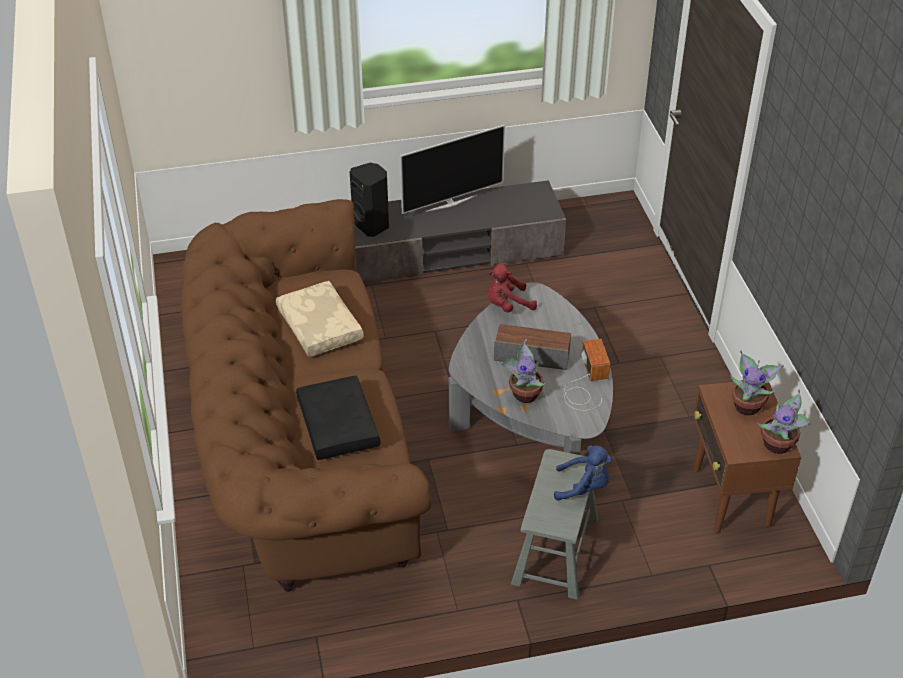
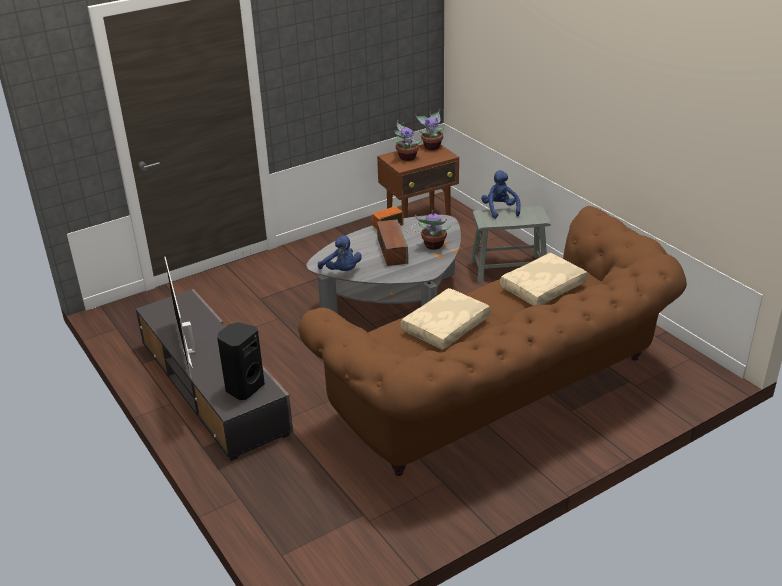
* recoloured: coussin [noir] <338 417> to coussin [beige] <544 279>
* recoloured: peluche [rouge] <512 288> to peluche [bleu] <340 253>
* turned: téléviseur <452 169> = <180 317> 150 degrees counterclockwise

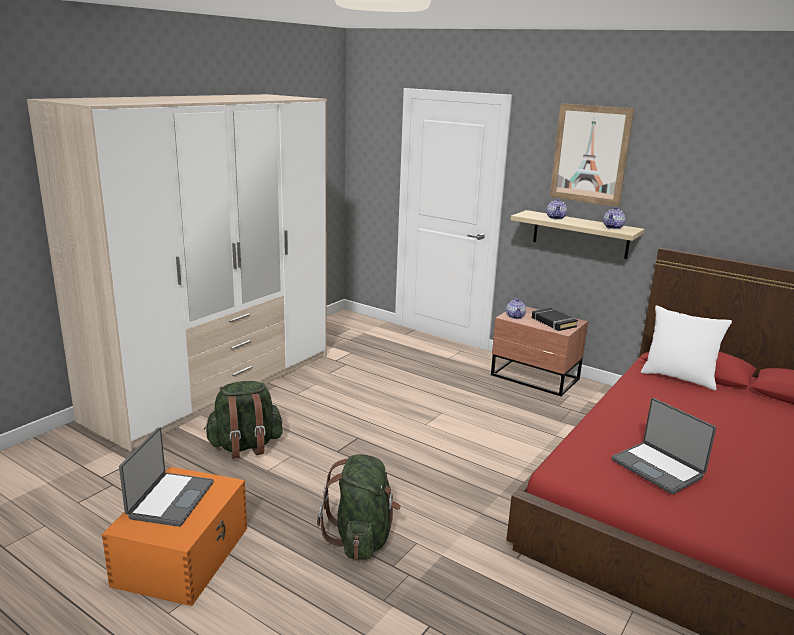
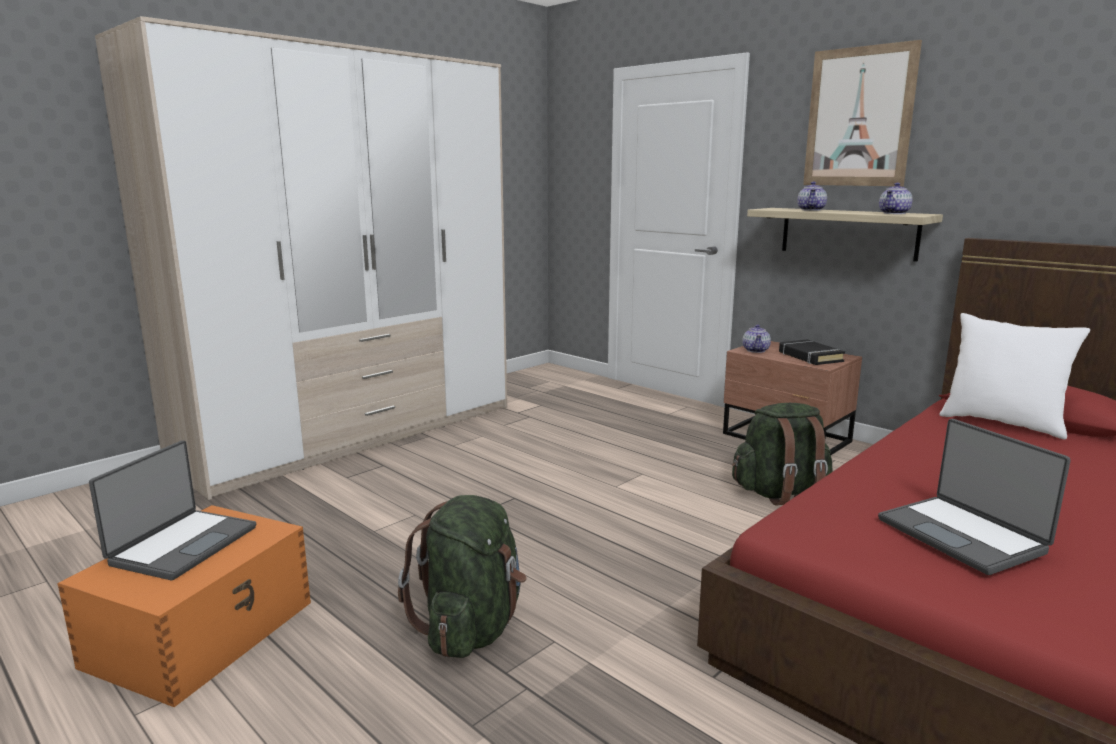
* moved: sac à dos [vert] <243 420> to <782 454>

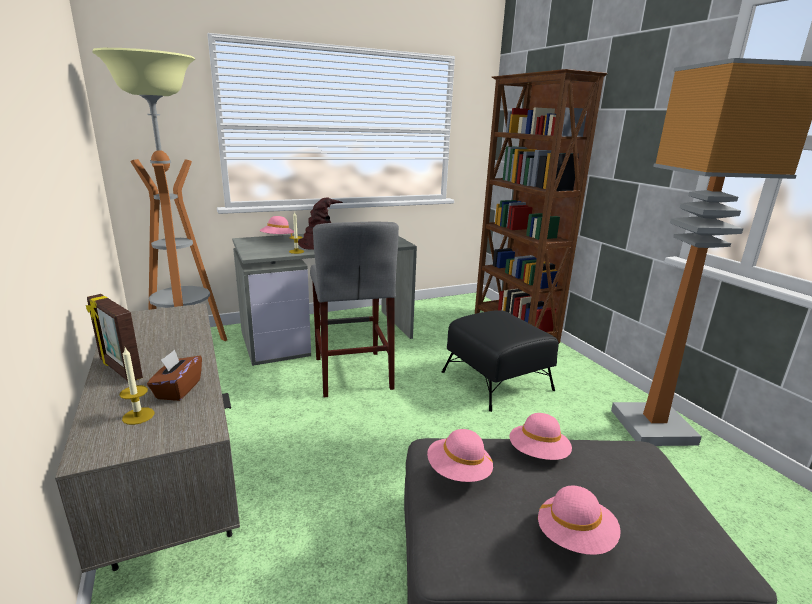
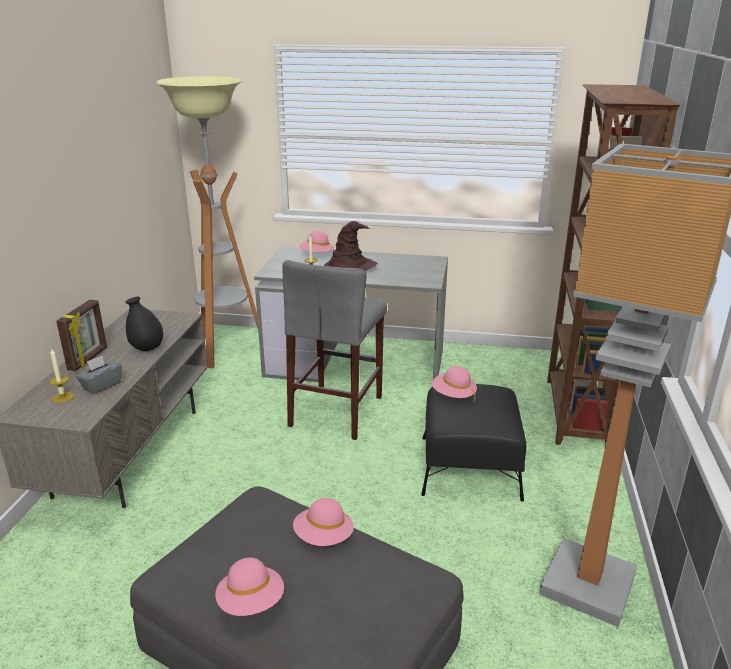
* added: vase [noir] <144 324>
* moved: chapeau [rose] <460 455> to <454 384>
* recoloured: boîte à mouchoirs [marron] <174 375> to boîte à mouchoirs [gris] <99 375>
* turned: cadre photo <114 337> = <81 335> 150 degrees counterclockwise

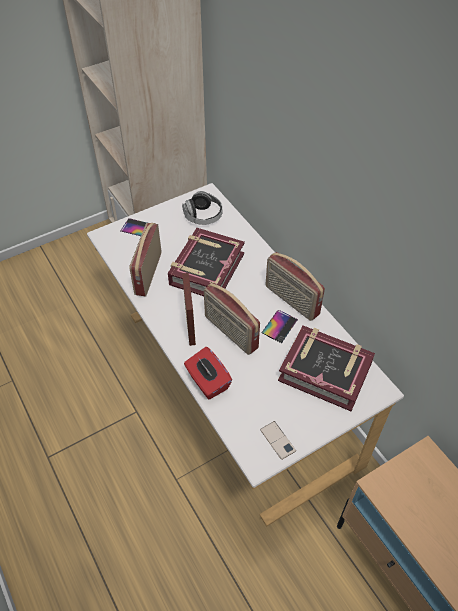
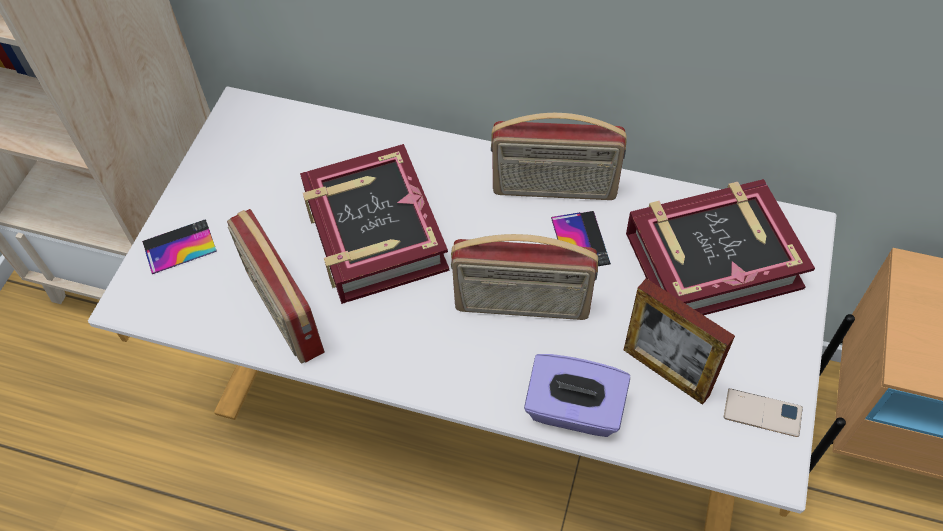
* removed: casque audio <202 208>
* moved: cadre photo <189 309> to <679 341>
* recoloured: boîte à mouchoirs [rouge] <208 373> to boîte à mouchoirs [violet] <577 395>

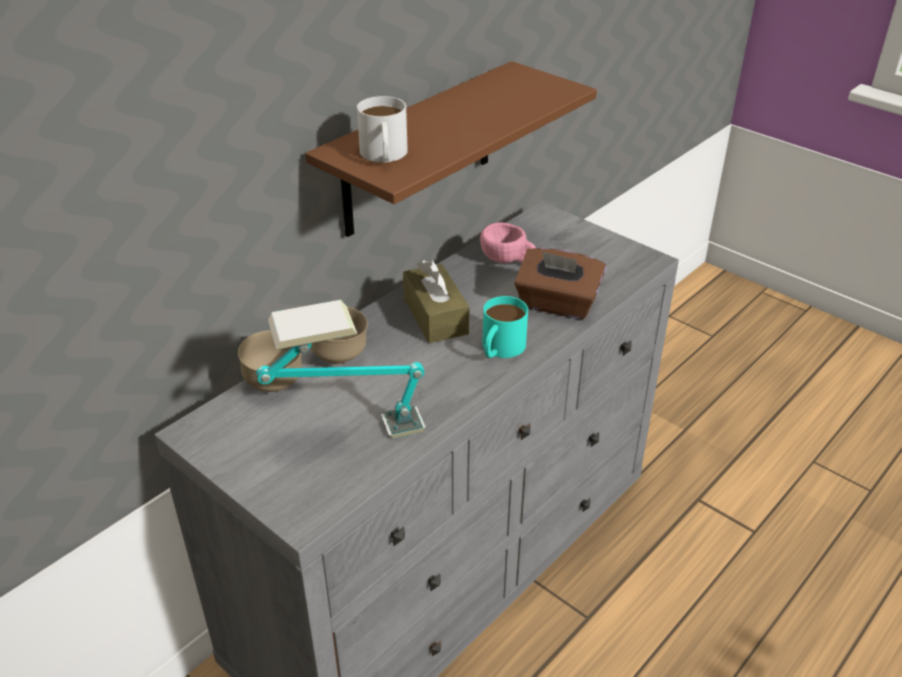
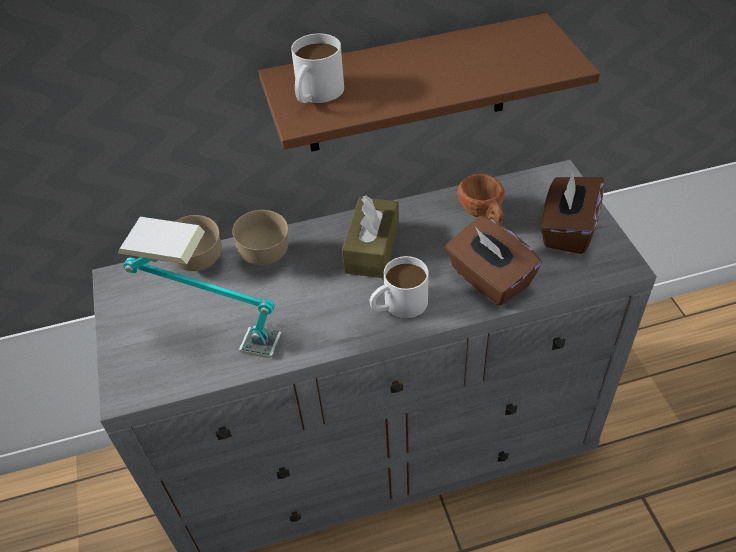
* added: boîte à mouchoirs [marron] <572 212>
* recoloured: tasse [rose] <508 242> to tasse [marron] <481 199>
* recoloured: mug [turquoise] <505 327> to mug [blanc] <399 287>

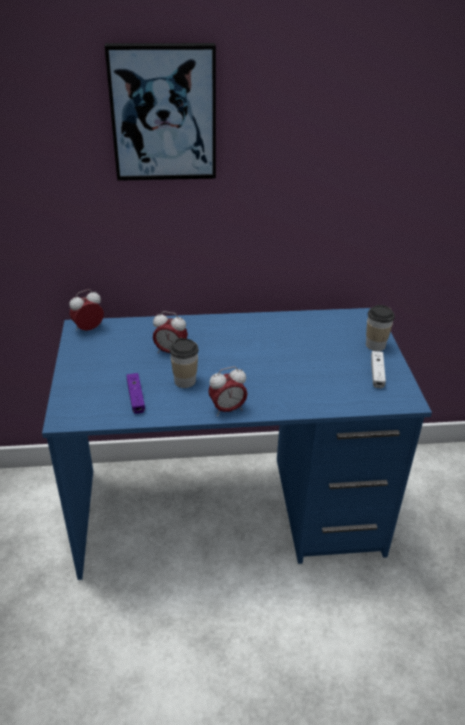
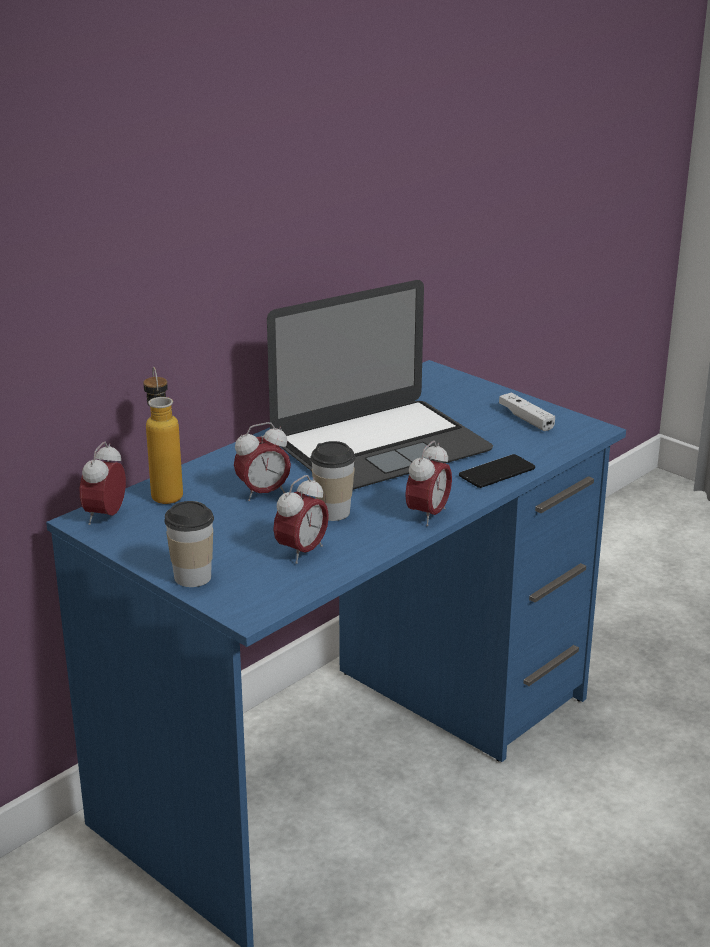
* removed: tableau <160 112>
* added: bouteille <163 435>
* added: ordinateur portable <380 385>
* added: téléphone <497 471>
* moved: tasse <380 328> to <189 544>
* replaced: manette [violet] <136 393> to réveil <301 519>

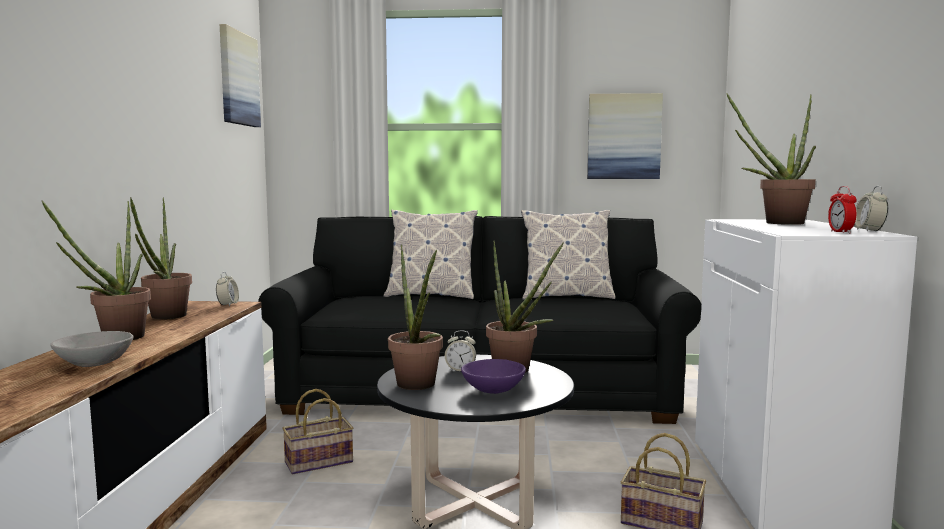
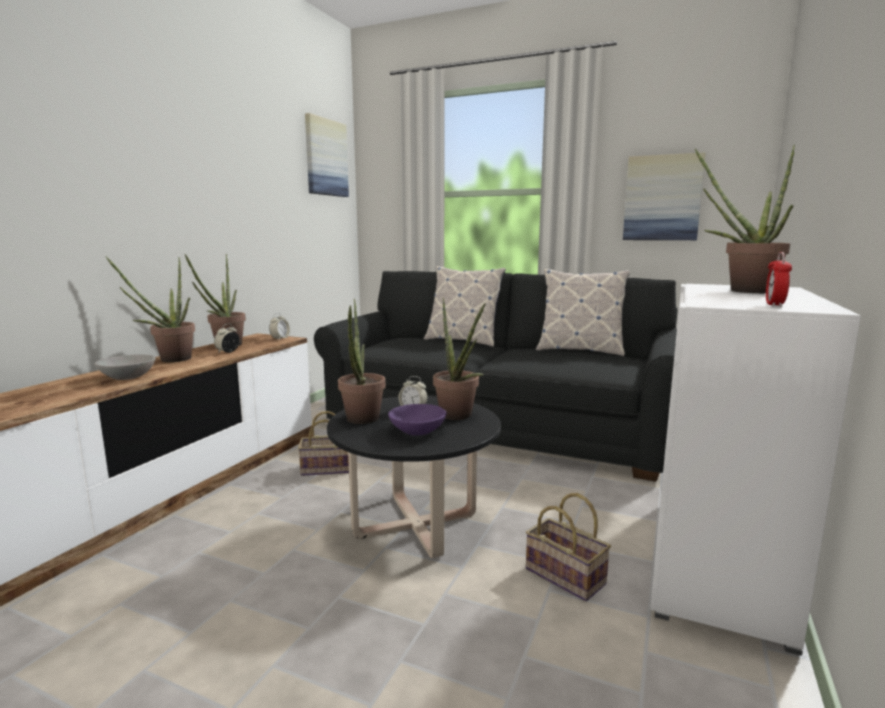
* moved: réveil <871 208> to <227 338>

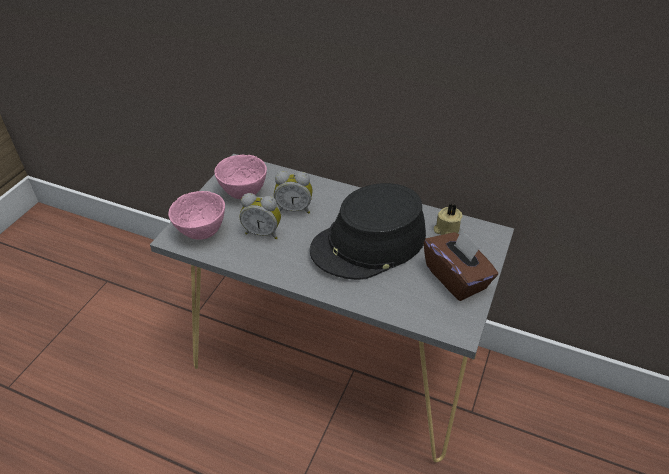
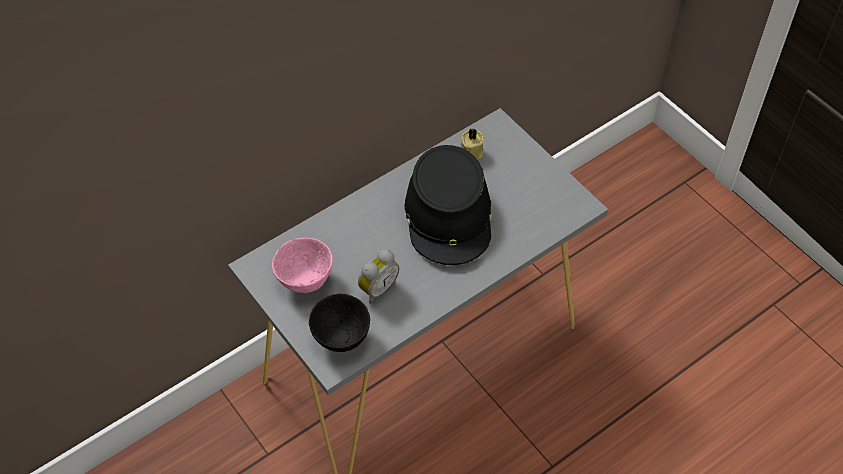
* removed: réveil <293 192>
* removed: boîte à mouchoirs [marron] <461 265>
* recoloured: bol [rose] <196 215> to bol [noir] <339 323>

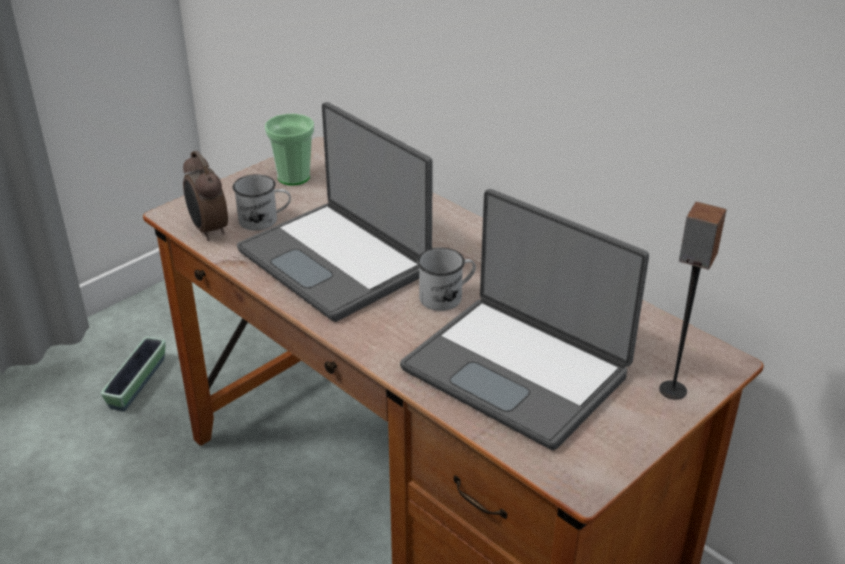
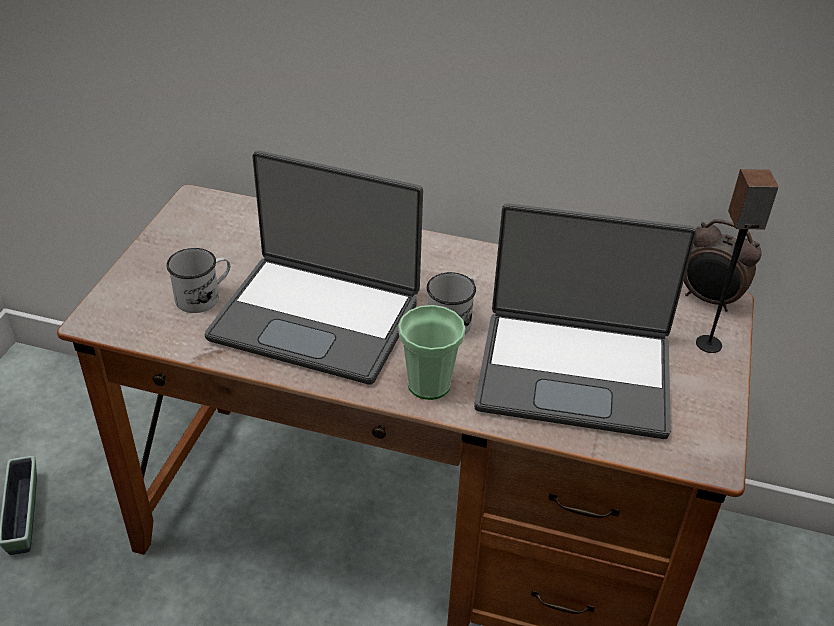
* moved: réveil <205 196> to <723 265>
* moved: tasse <289 150> to <431 352>

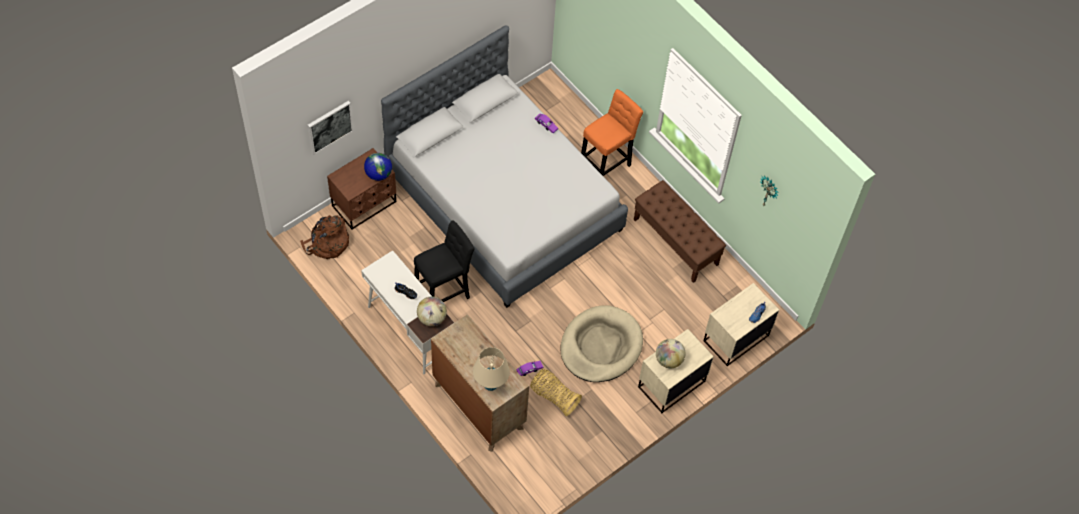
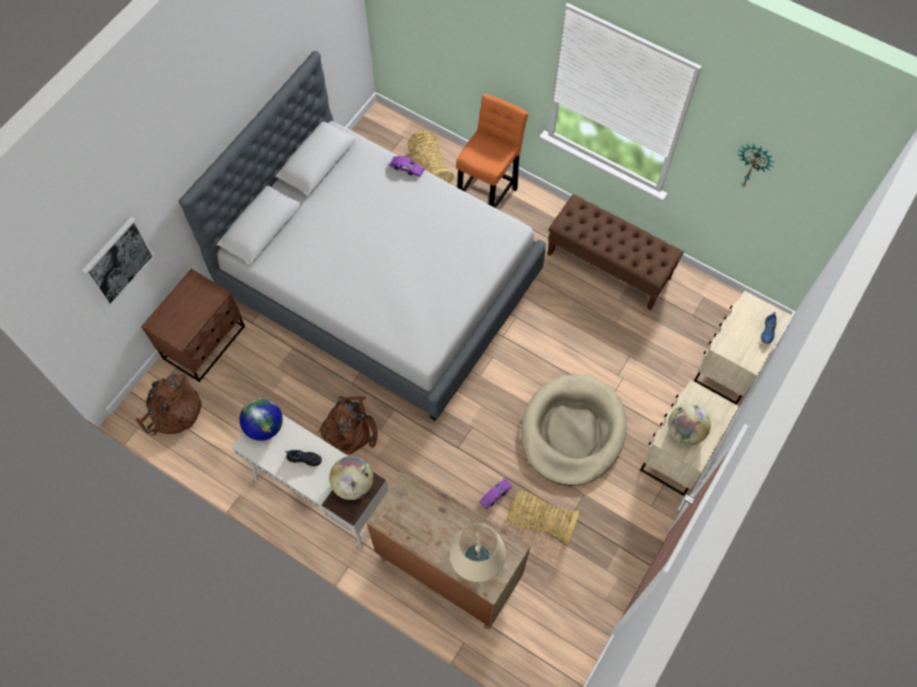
* added: panier <431 156>
* moved: globe <378 167> to <261 419>
* replaced: tabouret [noir] <444 261> to sac à dos [marron] <347 425>

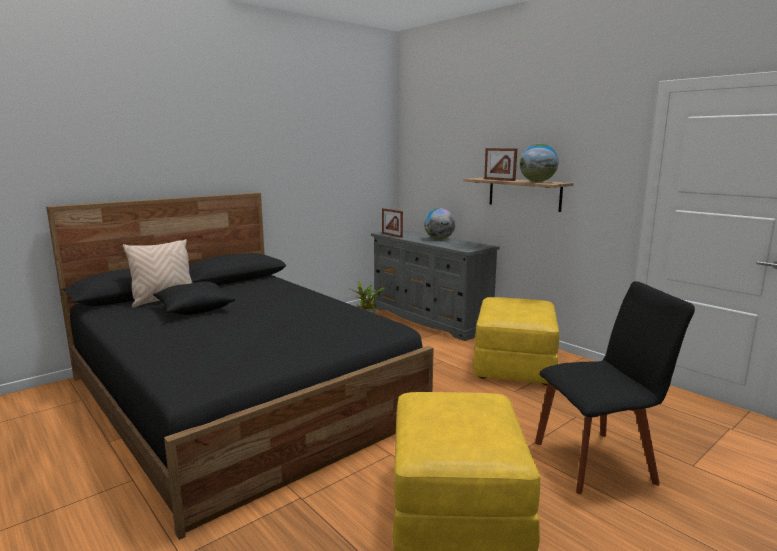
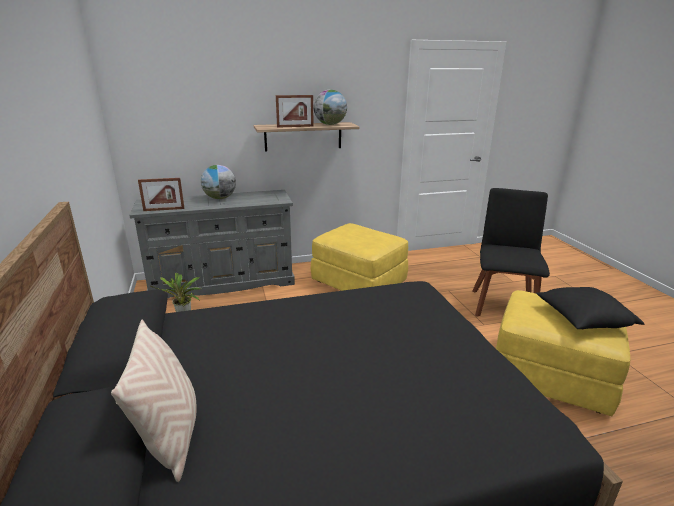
* moved: coussin [noir] <194 298> to <590 308>

